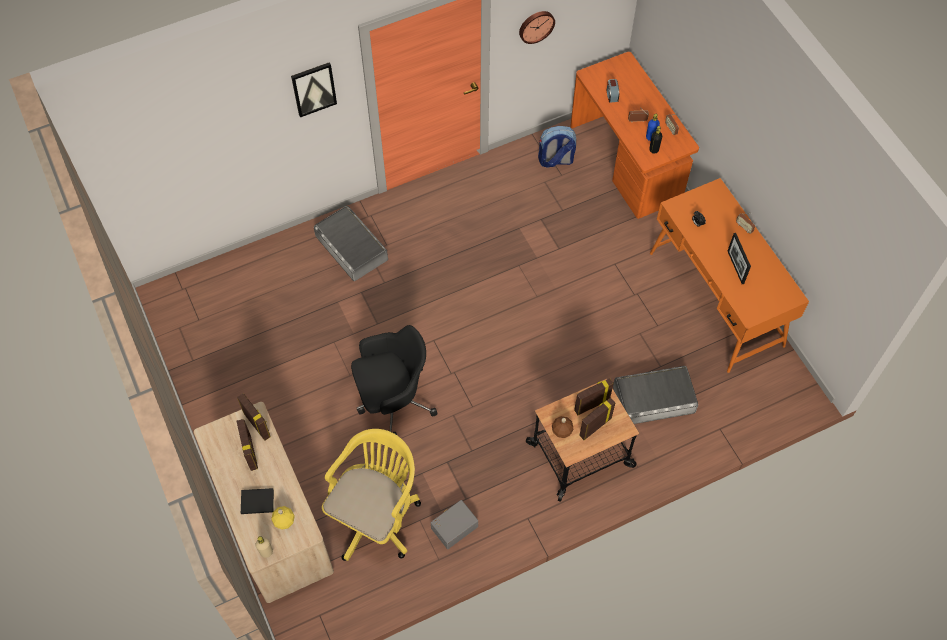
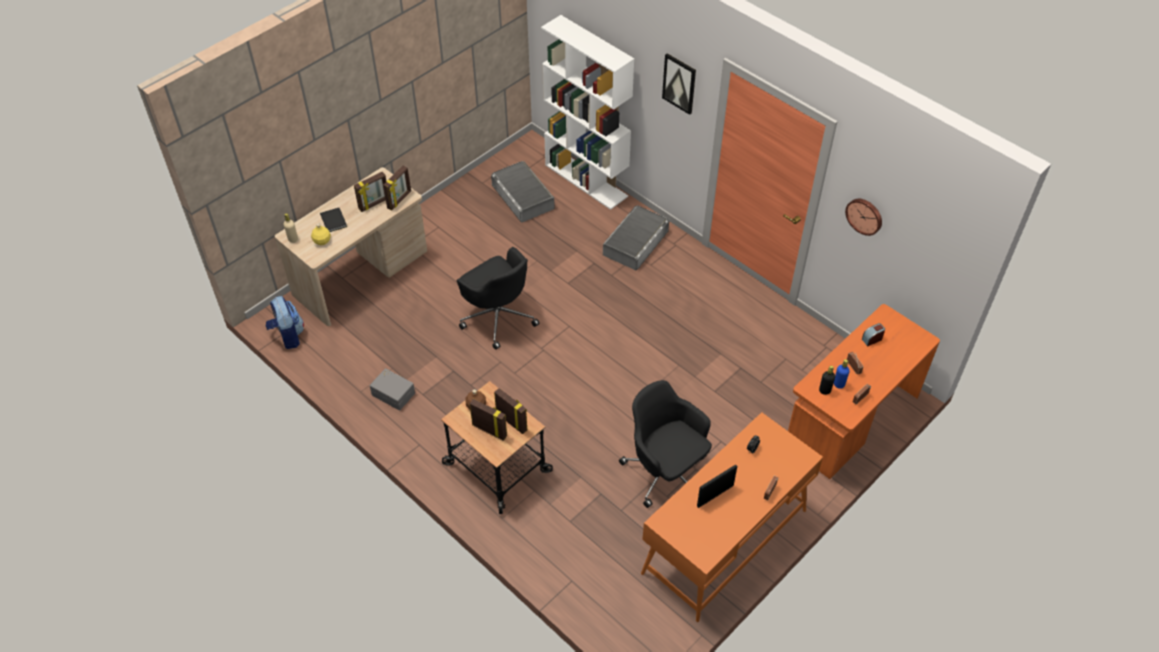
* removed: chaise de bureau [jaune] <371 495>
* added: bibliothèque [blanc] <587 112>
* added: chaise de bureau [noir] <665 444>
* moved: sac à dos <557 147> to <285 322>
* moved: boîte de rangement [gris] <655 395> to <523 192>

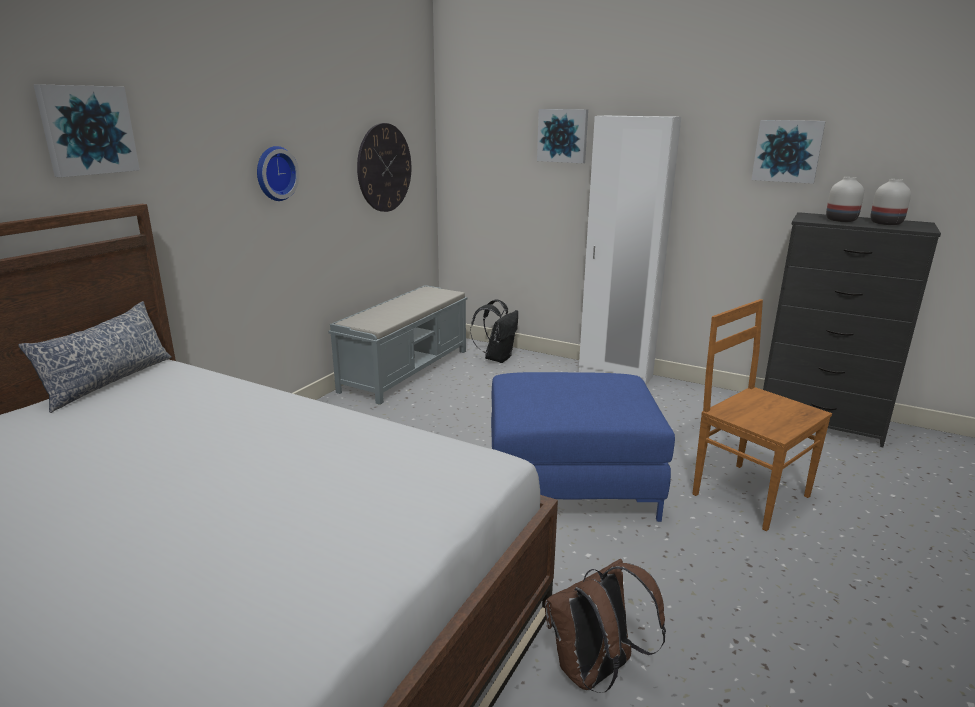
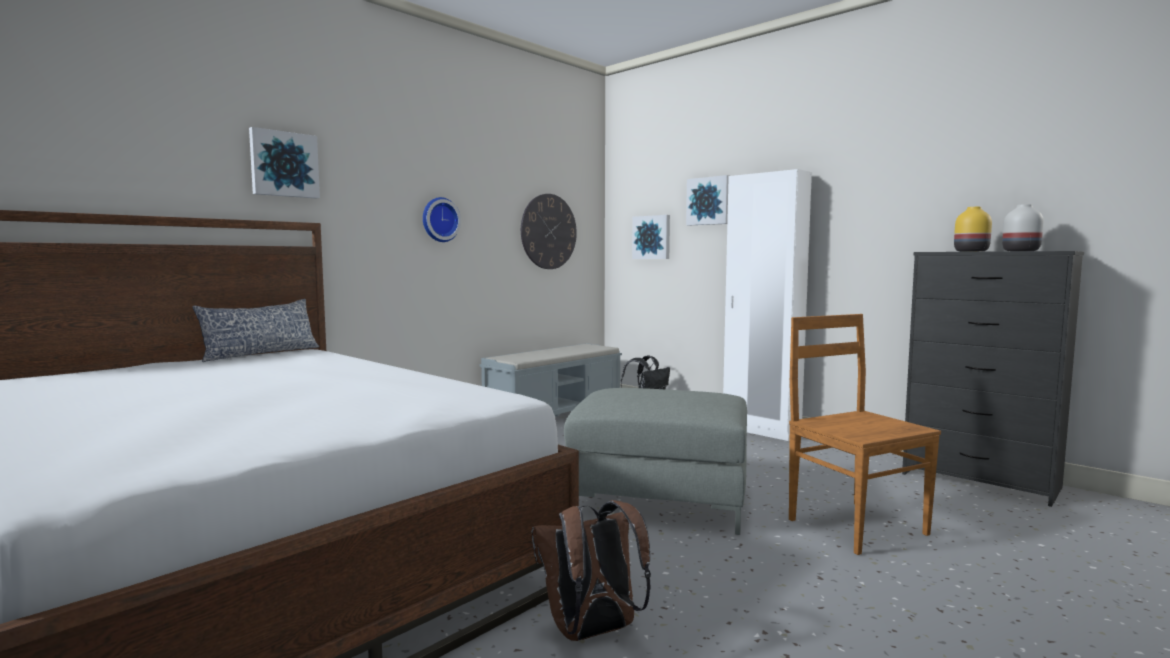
* moved: tableau <788 152> to <651 237>
* recoloured: pouf [bleu] <583 447> to pouf [gris] <655 461>
* recoloured: vase [blanc] <845 199> to vase [jaune] <973 229>

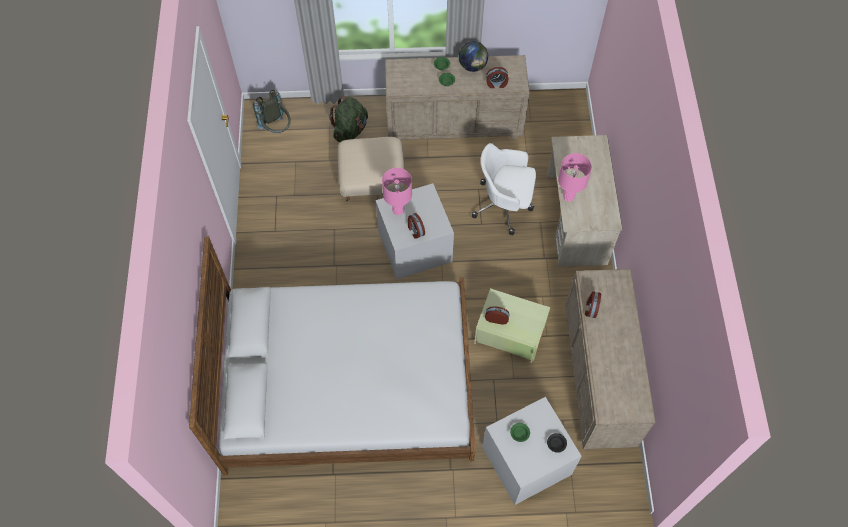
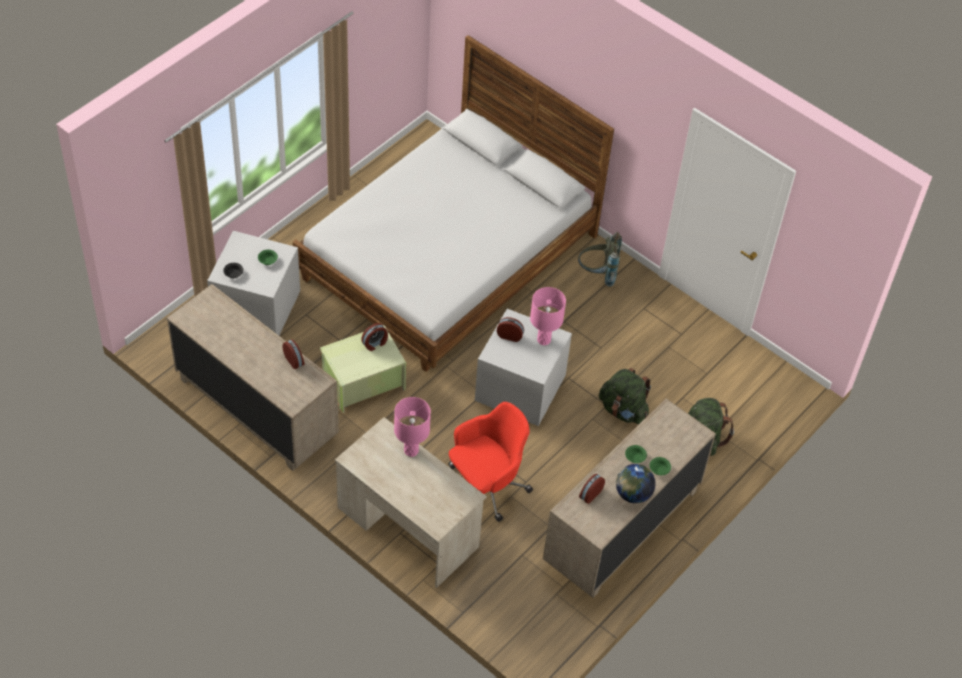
* moved: sac à dos [gris] <272 111> to <600 259>
* replaced: pouf [beige] <371 169> to sac à dos [vert] <625 396>
* recoloured: chaise de bureau [blanc] <504 189> to chaise de bureau [rouge] <490 462>

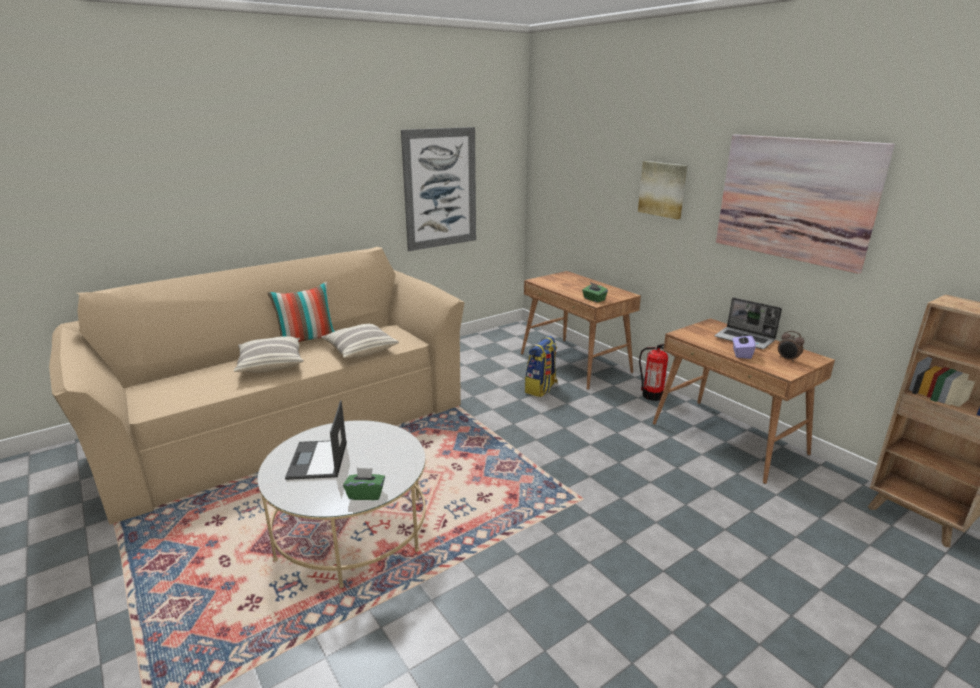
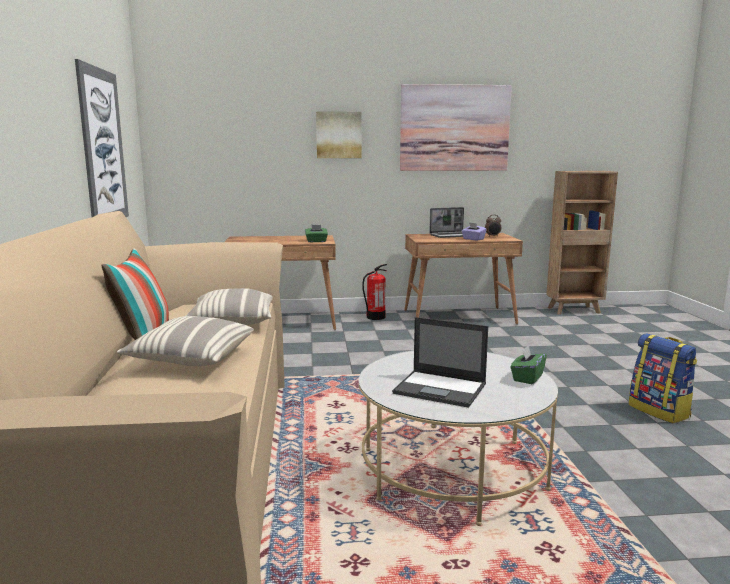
* moved: sac à dos <541 366> to <663 378>

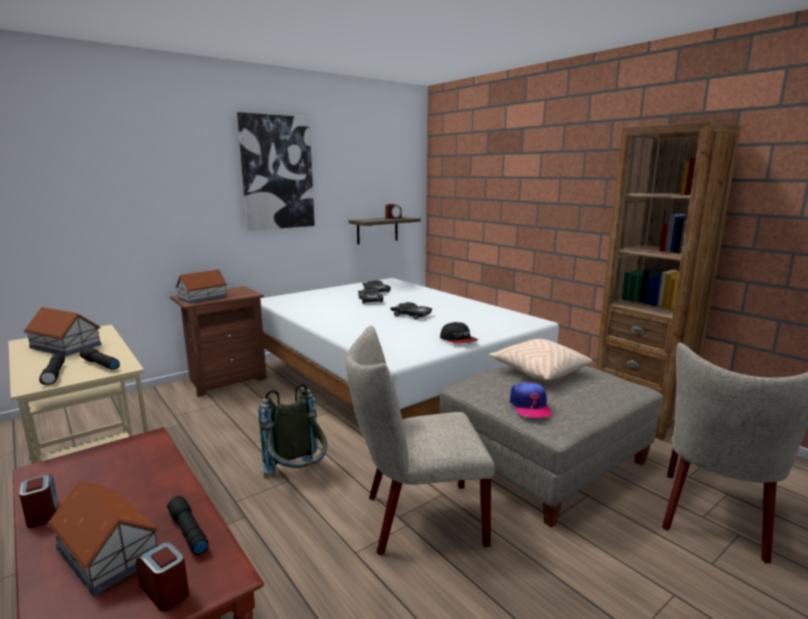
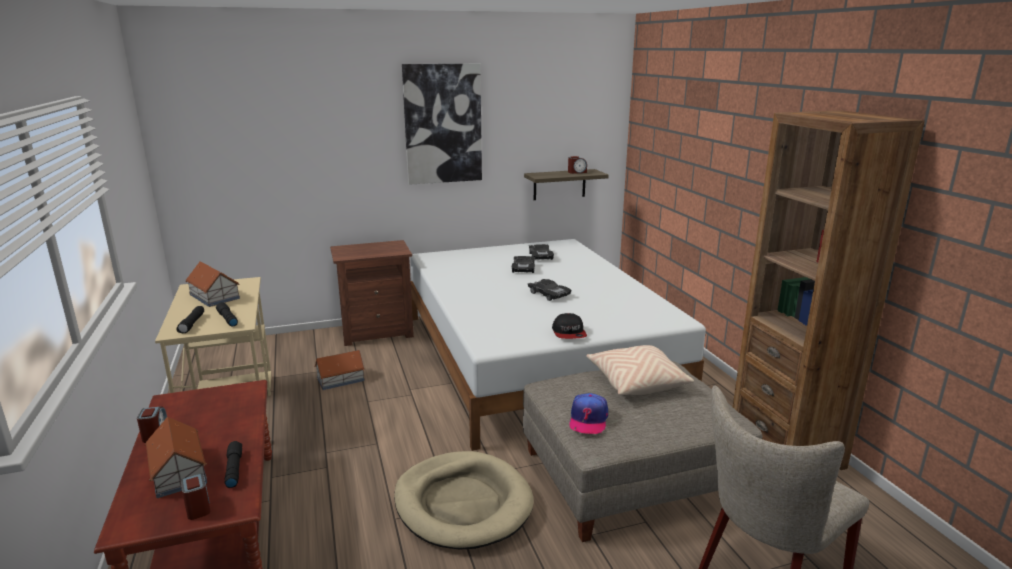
* removed: sac à dos [gris] <292 429>
* moved: maison miniature <201 287> to <339 370>
* replaced: chaise [beige] <420 440> to panier pour chien [beige] <464 500>

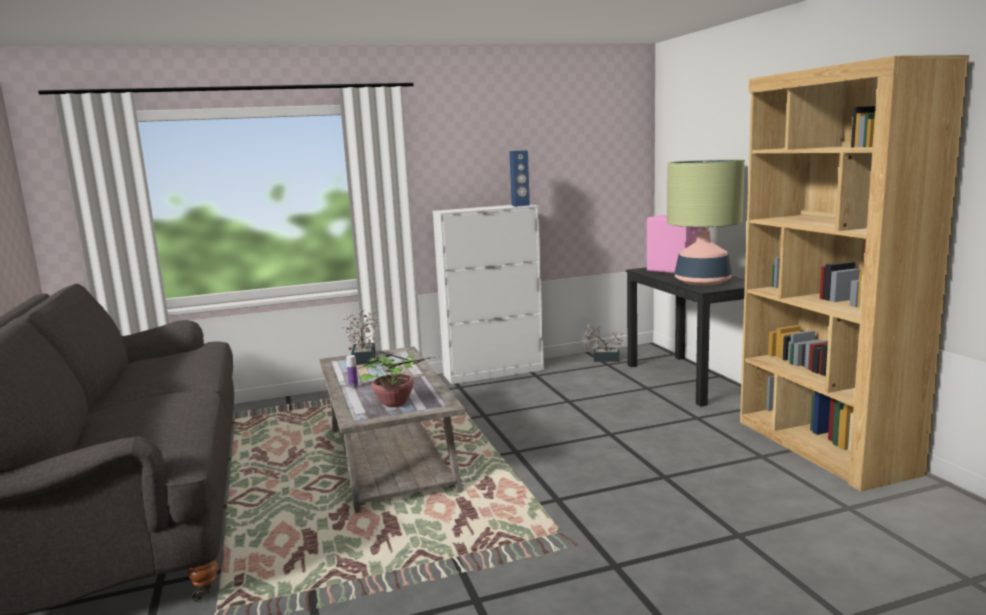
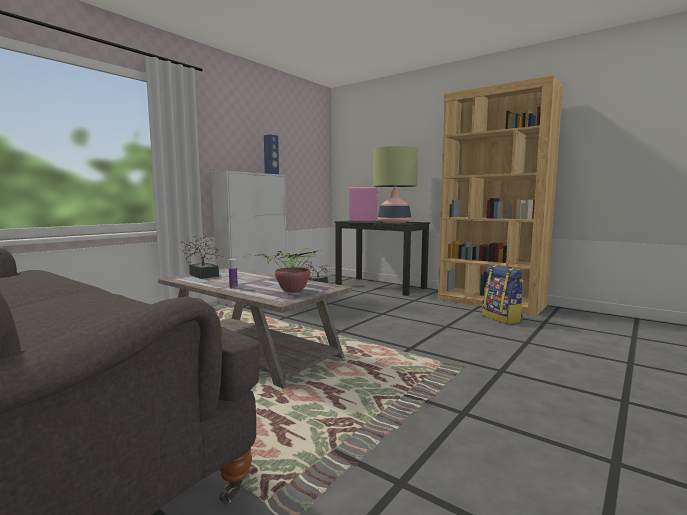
* added: sac à dos <503 294>

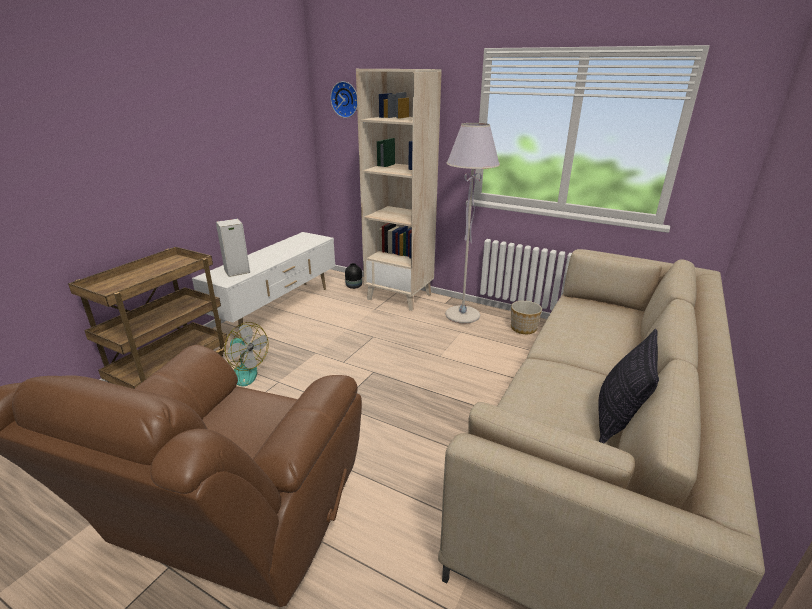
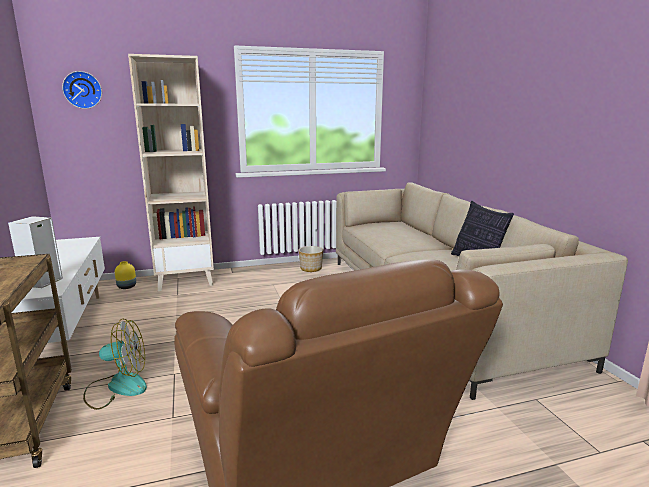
* removed: lampadaire [gris] <472 223>
* recoloured: vase [noir] <353 276> to vase [jaune] <125 275>

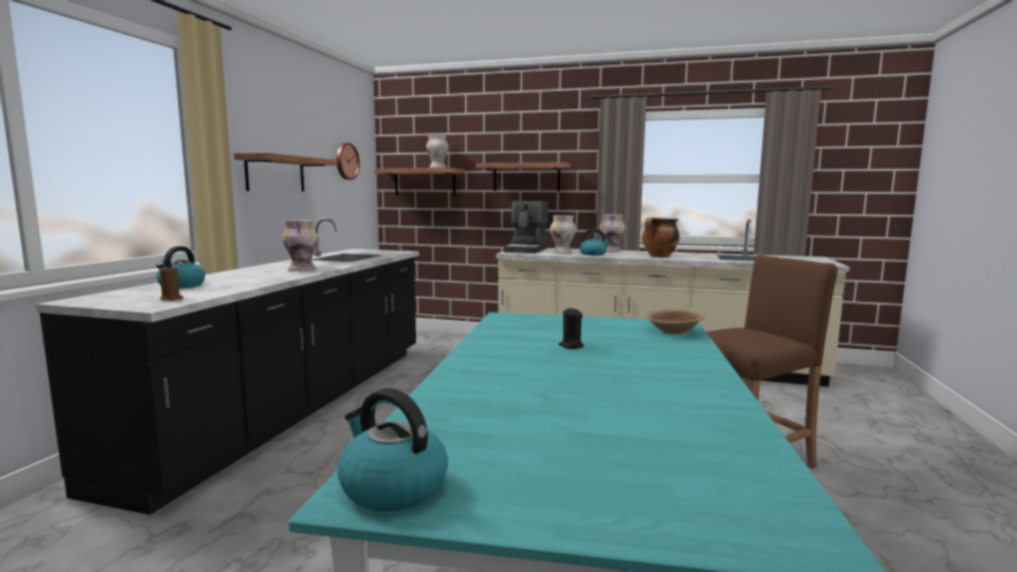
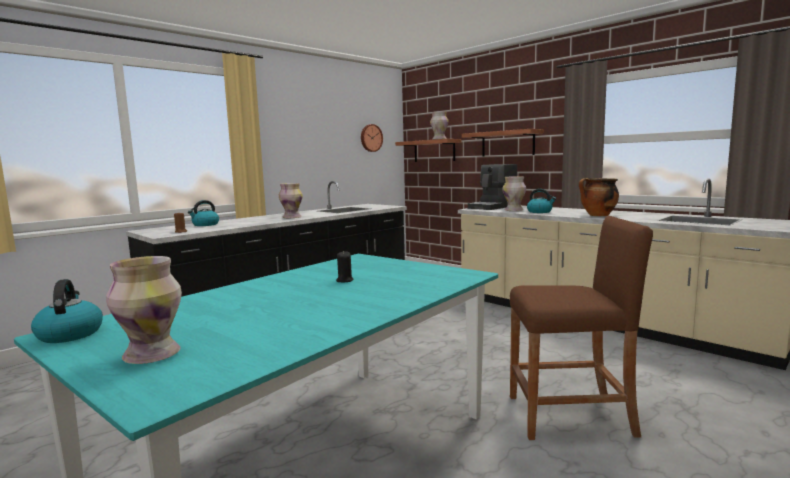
* removed: étagère <285 172>
* removed: bol [marron] <675 321>
* moved: vase <612 233> to <144 310>

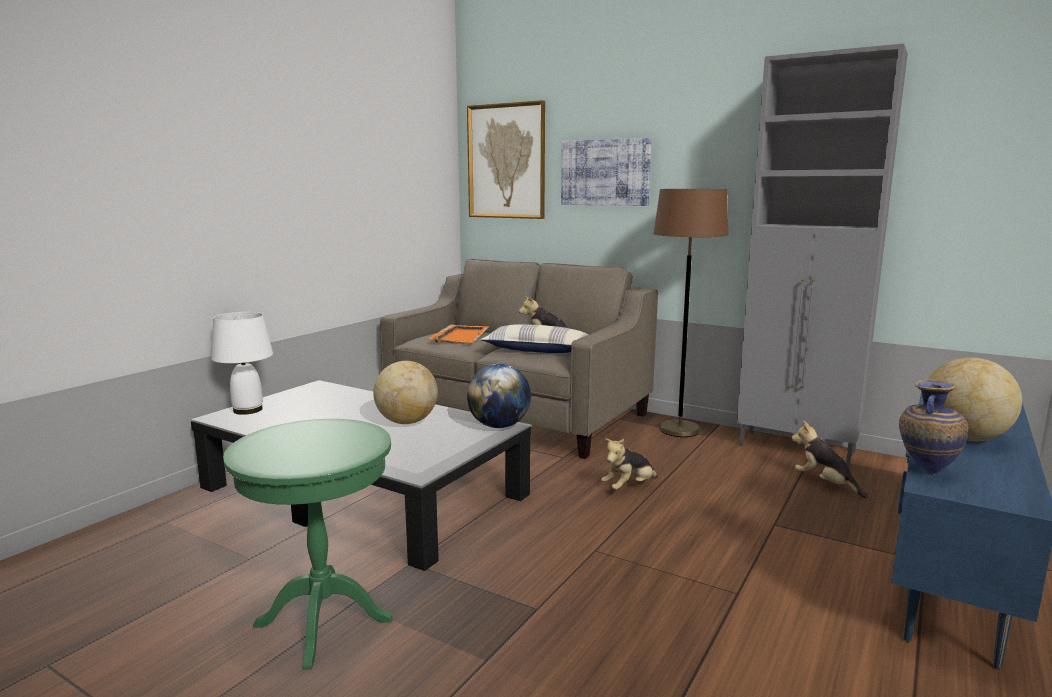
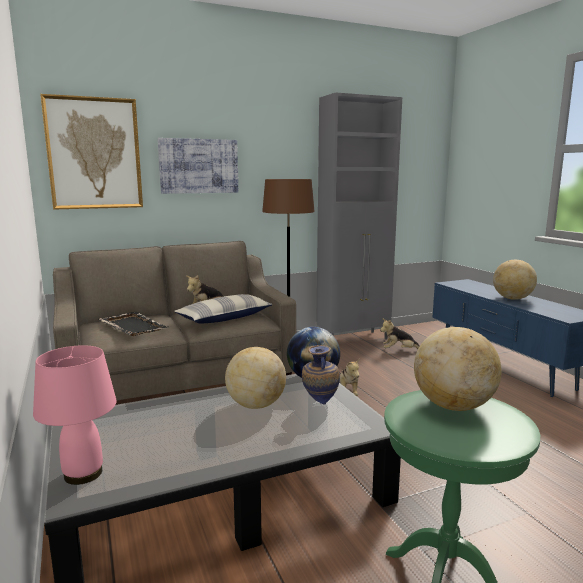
* added: globe <458 369>
* moved: vase <933 427> to <321 375>
* recoloured: lampe de table [blanc] <242 363> to lampe de table [rose] <75 415>
* recoloured: plateau [orange] <459 334> to plateau [noir] <133 324>

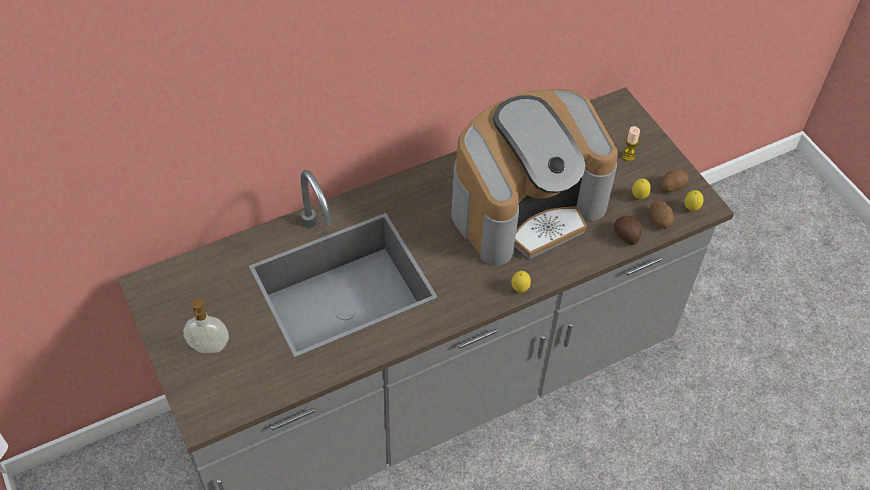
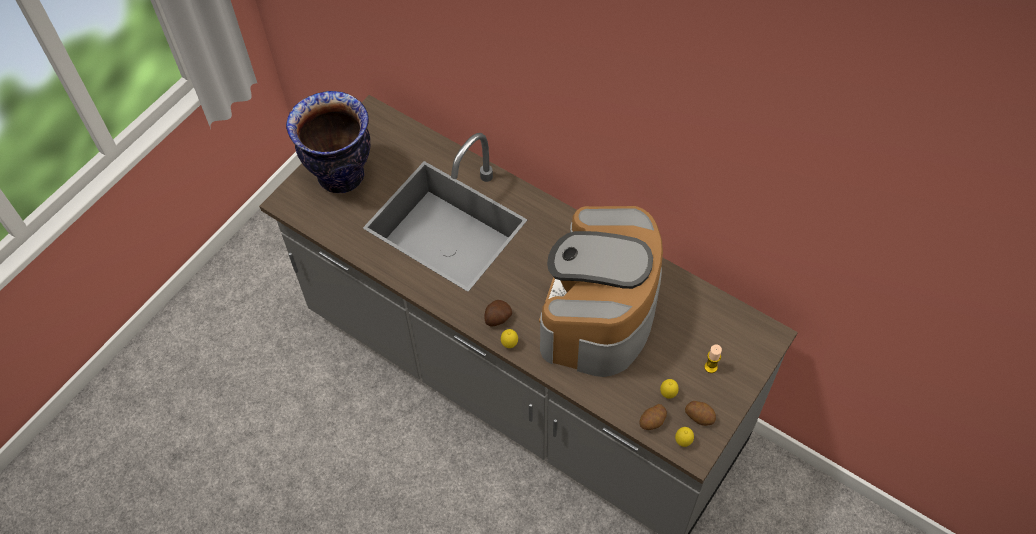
* moved: pomme de terre <627 230> to <498 313>
* replaced: distributeur de savon <206 325> to vase <328 142>
* turned: machine à café <534 177> = <601 291> 75 degrees clockwise

